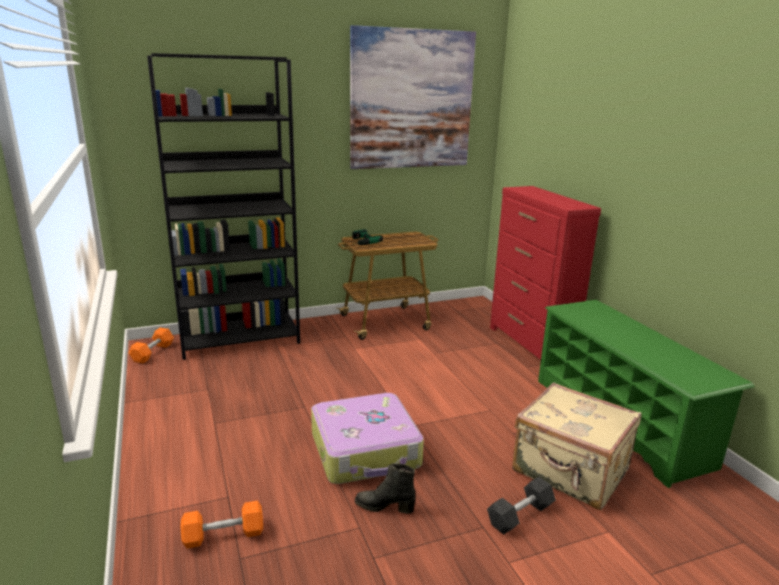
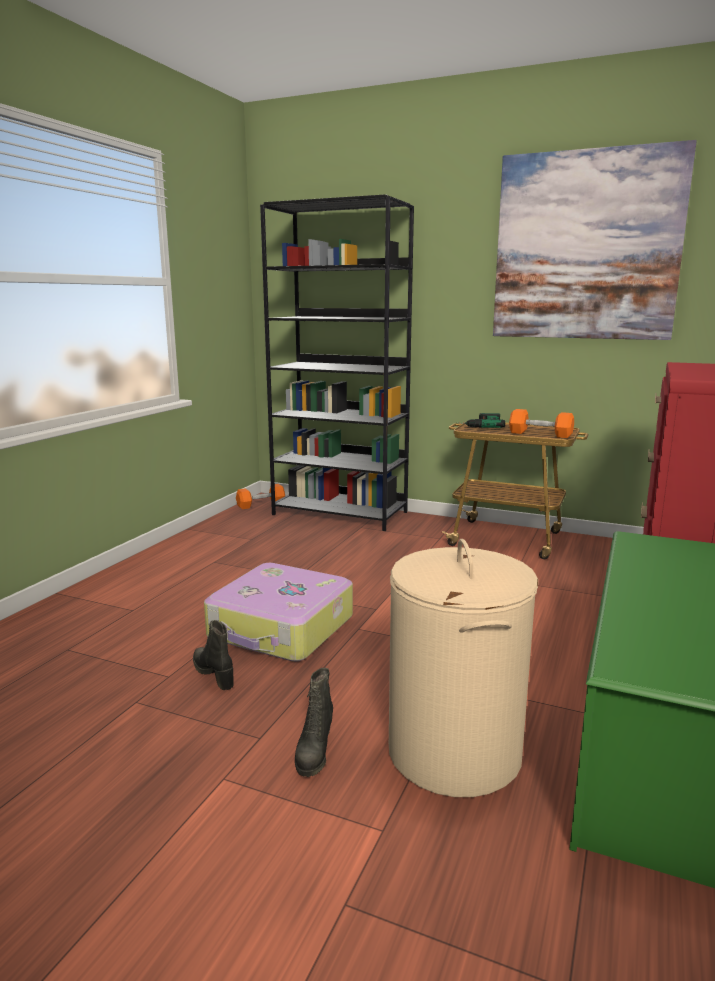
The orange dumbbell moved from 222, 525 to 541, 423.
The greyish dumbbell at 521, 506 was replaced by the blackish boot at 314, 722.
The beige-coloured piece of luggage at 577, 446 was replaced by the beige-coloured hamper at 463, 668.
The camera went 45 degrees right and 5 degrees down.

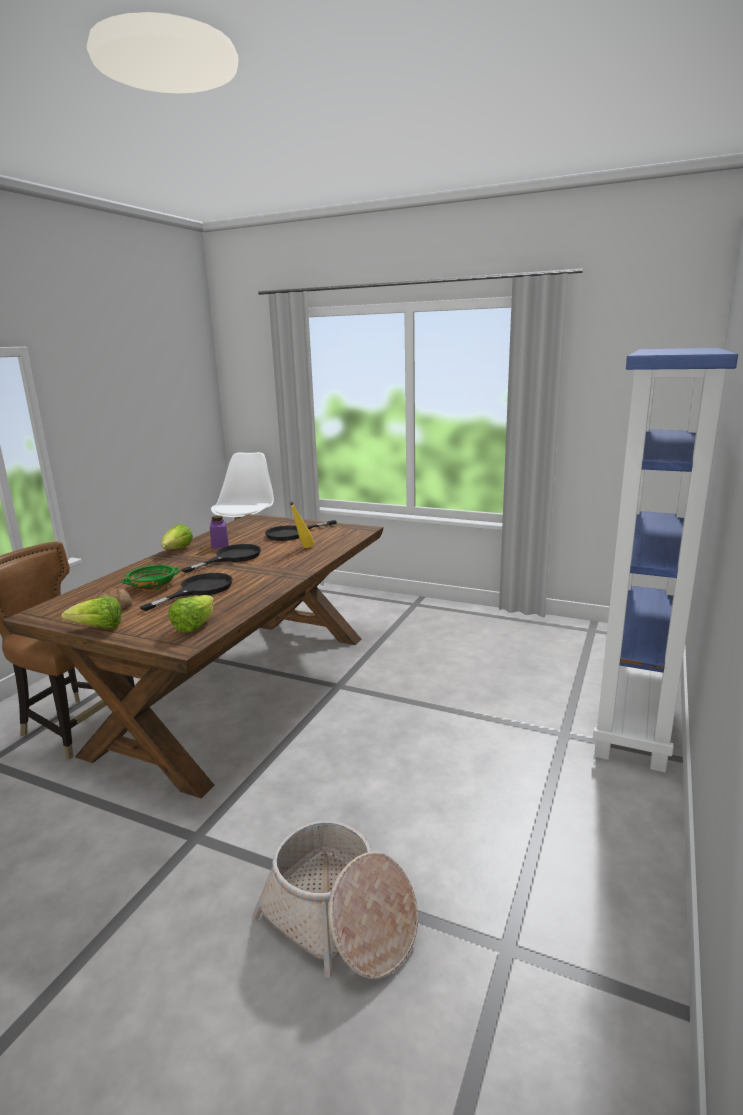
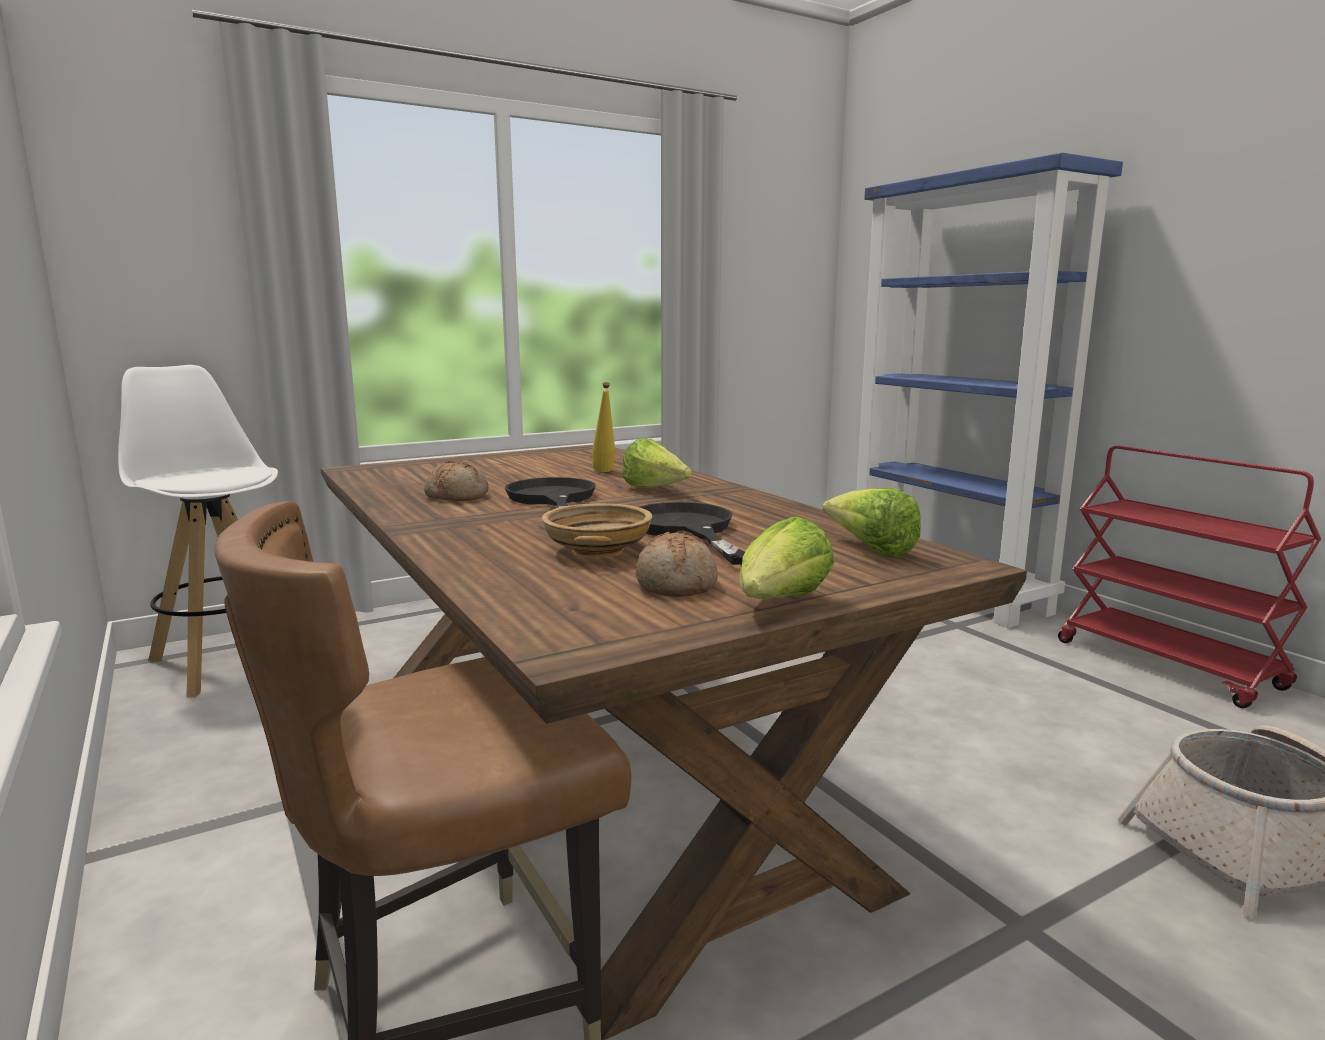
The green-coloured deep dish at 150, 578 became the beige-coloured deep dish at 597, 530.
The head of lettuce moved from 177, 536 to 657, 463.
The purplish jar at 219, 532 was replaced by the baked bread at 456, 481.
The blackish skillet at 301, 530 disappeared.
The red cart at 1189, 577 appeared.
The camera went 55 degrees left and 5 degrees down.

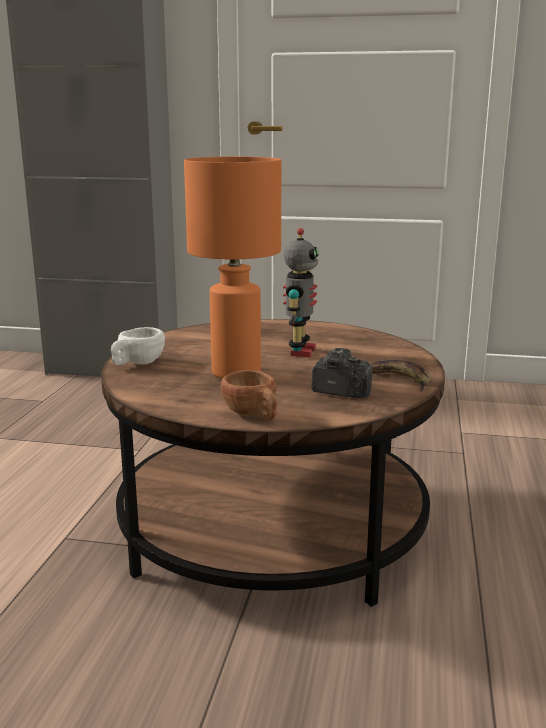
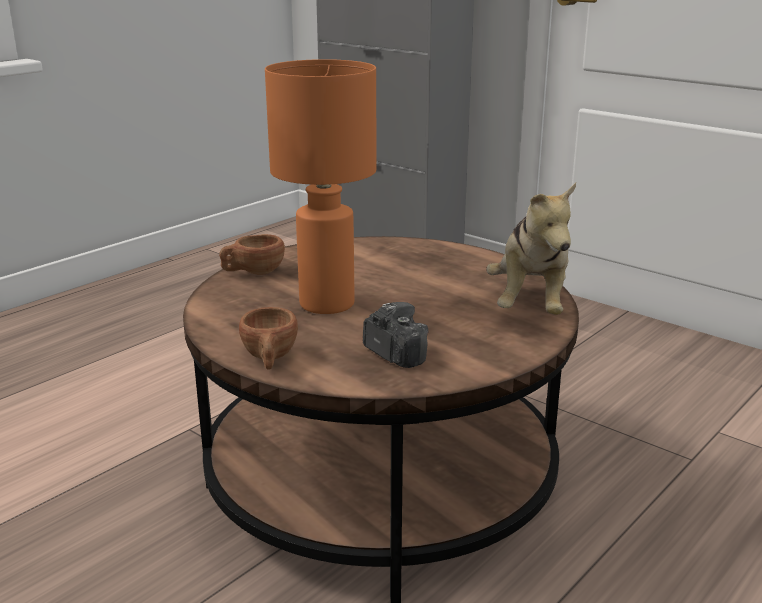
The white drinking cup at 138, 346 became the brown drinking cup at 252, 254.
The robot figure at 301, 292 disappeared.
The banana fruit at 401, 376 disappeared.
The plush toy at 531, 249 appeared.
The camera went 30 degrees right and 5 degrees up.

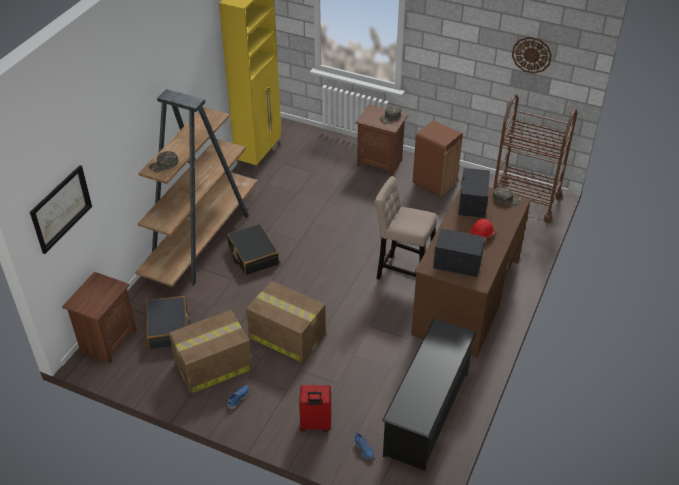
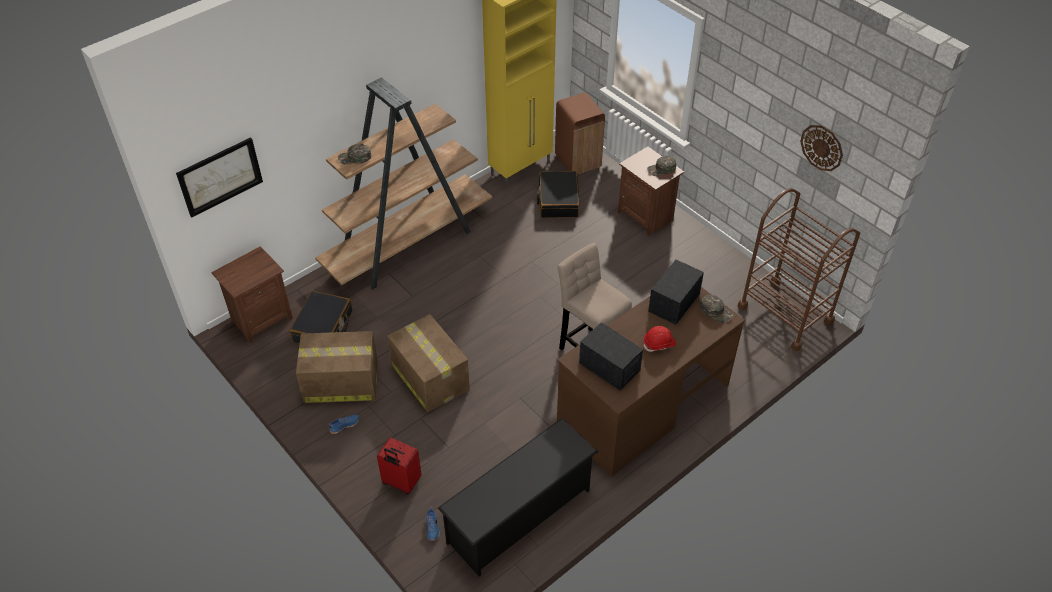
The blackish piece of luggage moved from 253, 249 to 558, 194.
The brown rubbish bin moved from 438, 158 to 580, 134.
The camera went 25 degrees right and 5 degrees up.

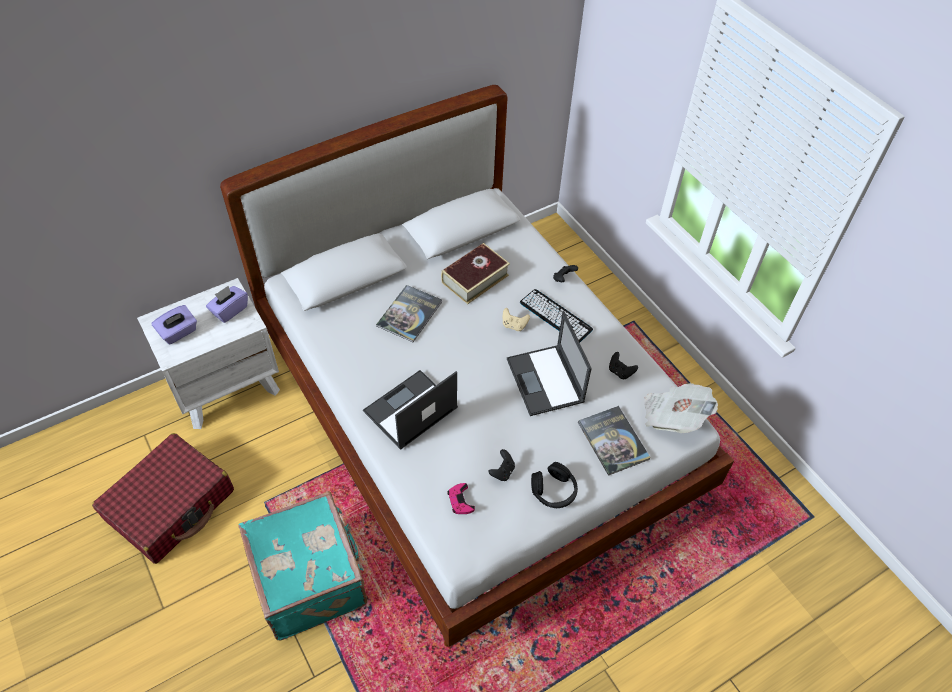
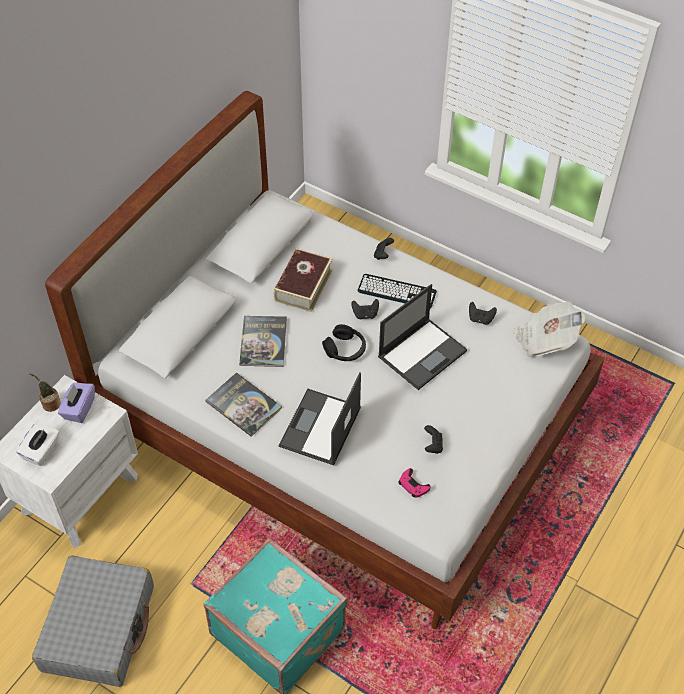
The red piece of luggage at 163, 498 became the greyish piece of luggage at 93, 621.
The purplish tissue box at 174, 325 became the white tissue box at 37, 443.
The beige-coloured gamepad at 516, 319 became the blackish gamepad at 365, 309.
The laptop at 549, 363 turned 90 degrees counterclockwise.
The blackish headphones moved from 554, 485 to 344, 342.
The volume moved from 614, 441 to 243, 404.
The houseplant at 45, 392 appeared.
The camera went 25 degrees left and 0 degrees up.

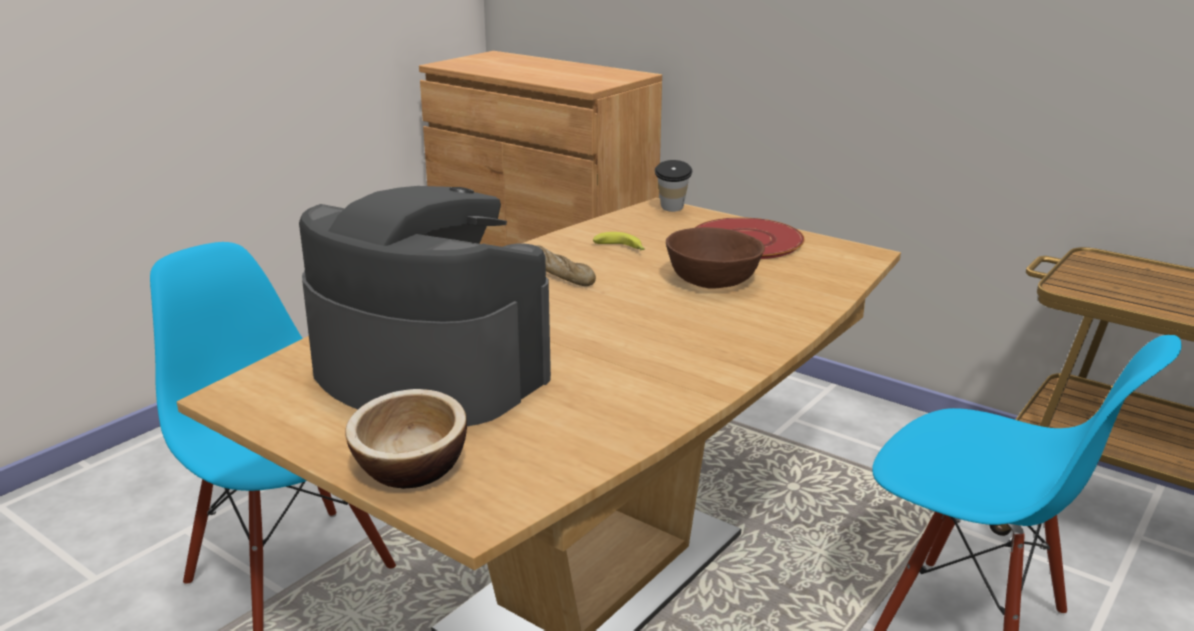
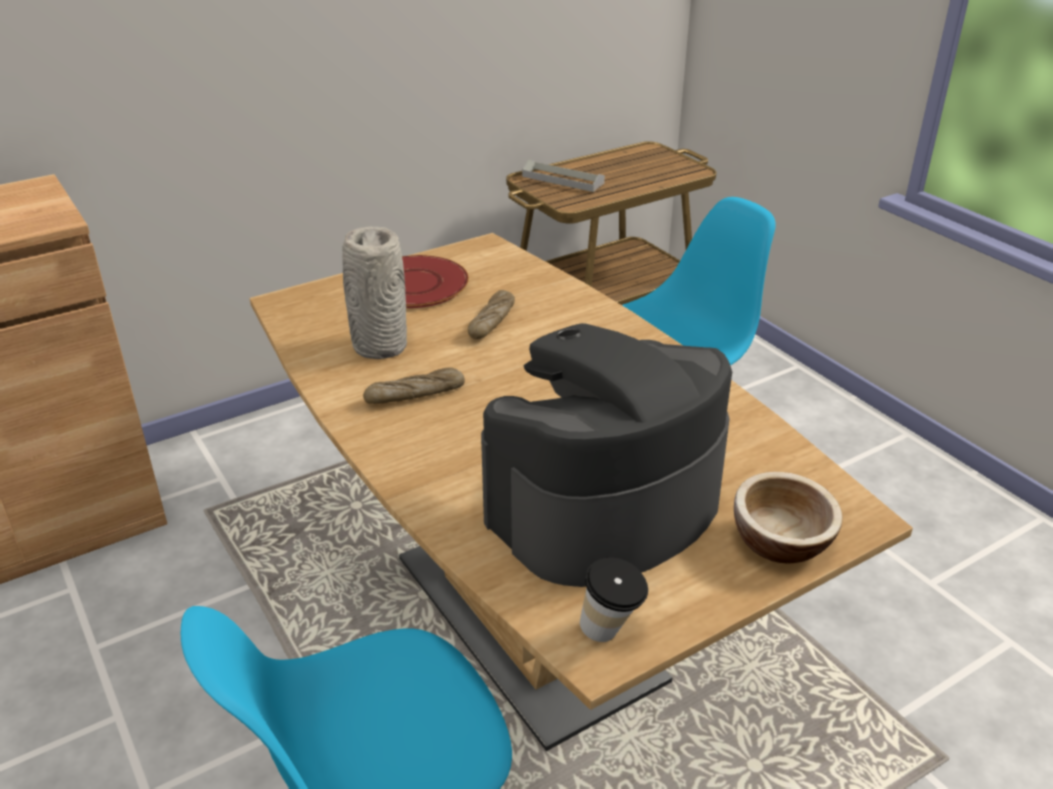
The banana fruit at 619, 241 was replaced by the greyish vase at 374, 293.
The drinking cup moved from 673, 186 to 614, 600.
The brown deep dish at 715, 257 was replaced by the baked bread at 491, 314.
The greyish carrying tray at 563, 175 appeared.
The camera went 70 degrees left and 10 degrees up.

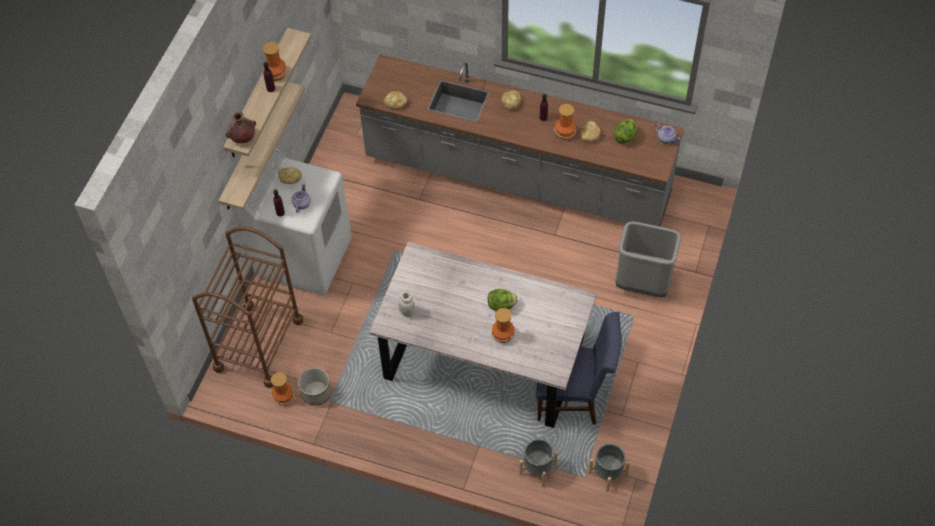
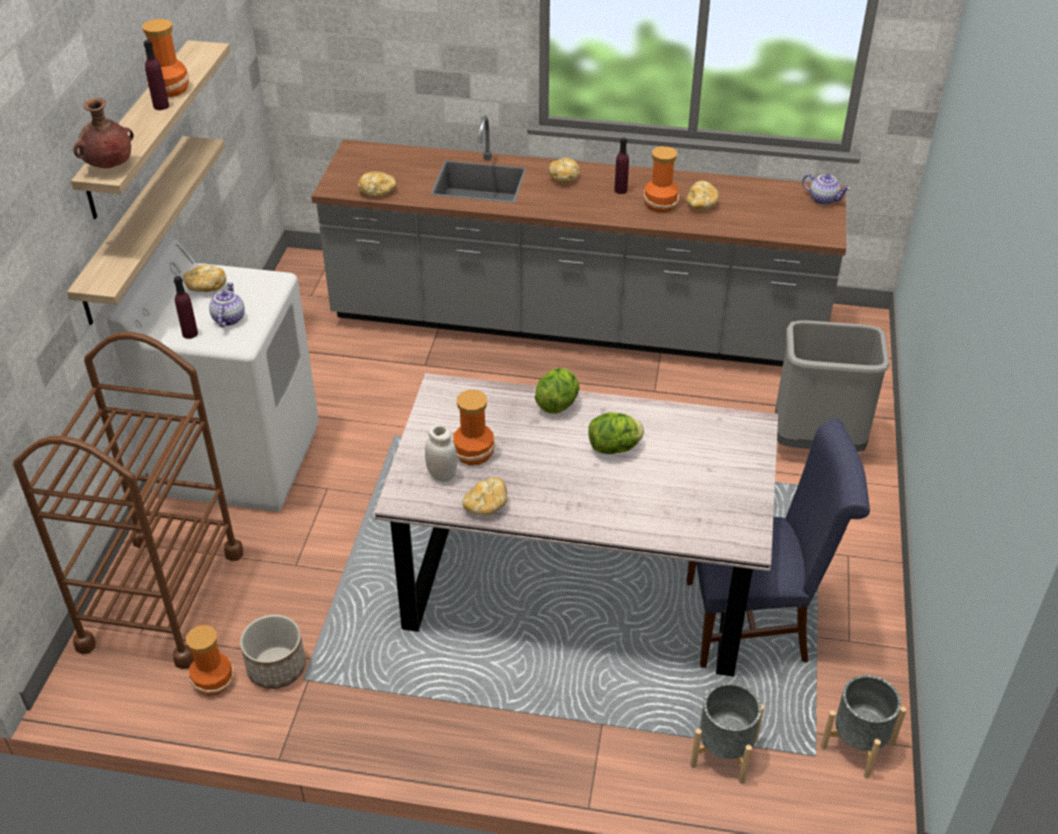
The vase moved from 503, 325 to 474, 427.
The head of lettuce moved from 625, 131 to 557, 391.
The baked bread at 484, 496 appeared.
The camera went 10 degrees left and 15 degrees down.

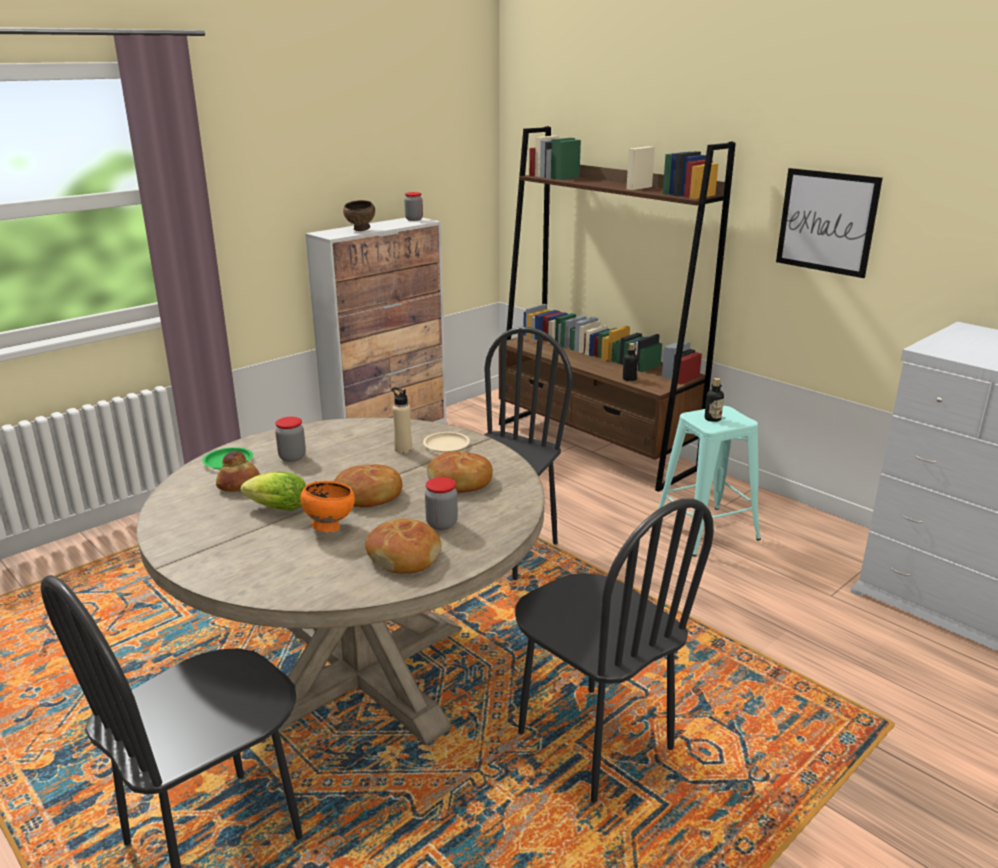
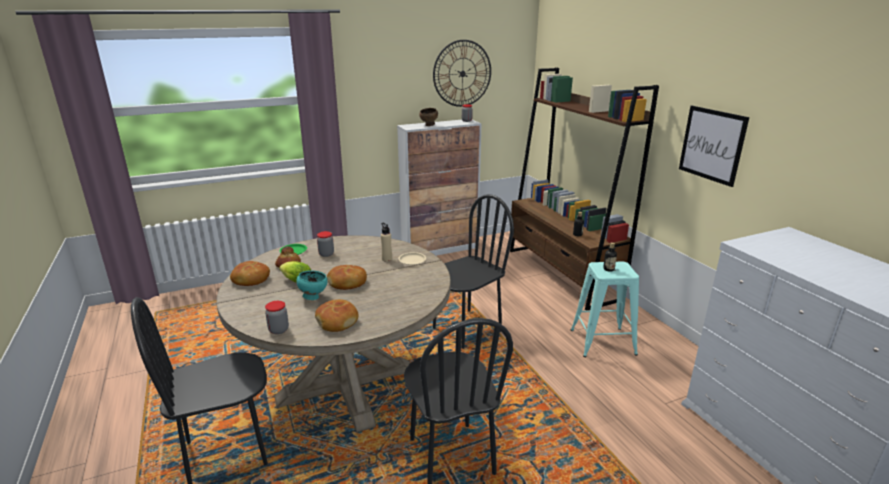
The orange deep dish at 327, 506 became the blue-green deep dish at 312, 285.
The jar moved from 441, 503 to 277, 317.
The baked bread moved from 460, 471 to 250, 273.
The clock on the wall at 462, 73 appeared.
The camera went 20 degrees right and 0 degrees up.

